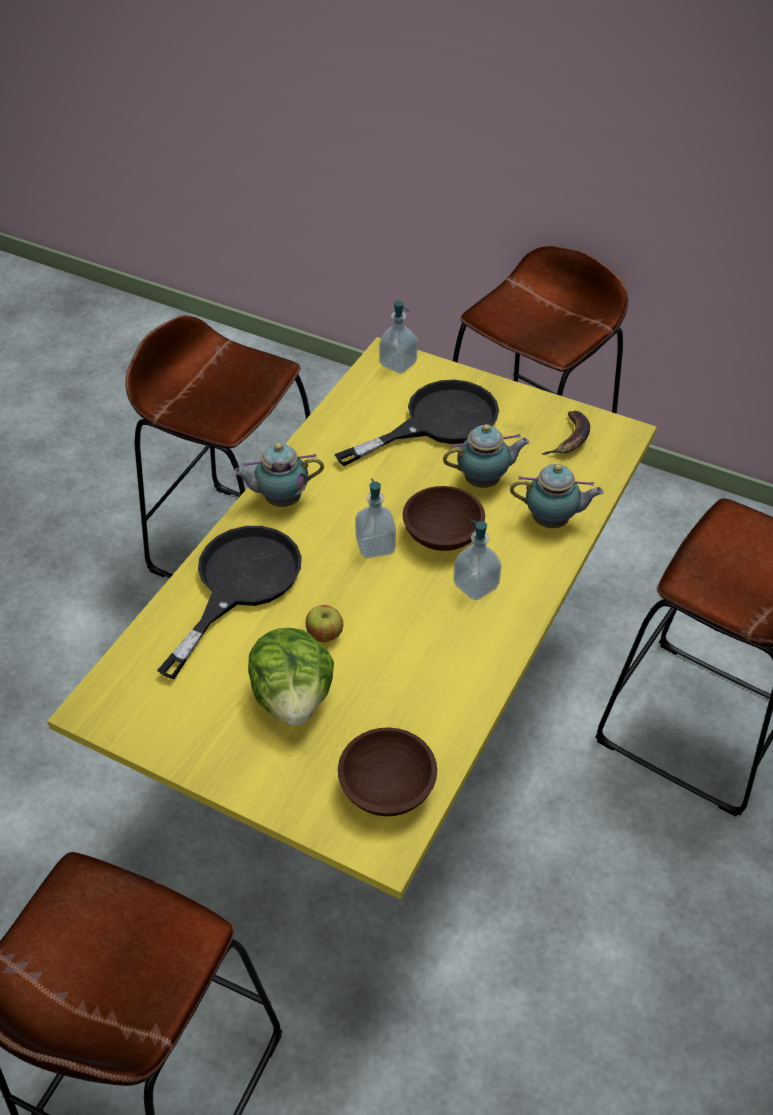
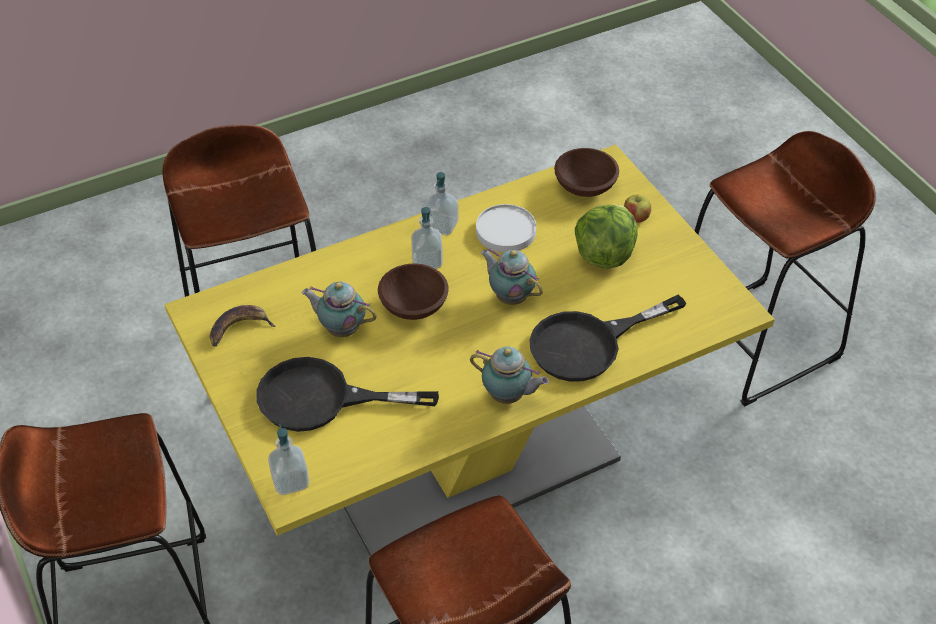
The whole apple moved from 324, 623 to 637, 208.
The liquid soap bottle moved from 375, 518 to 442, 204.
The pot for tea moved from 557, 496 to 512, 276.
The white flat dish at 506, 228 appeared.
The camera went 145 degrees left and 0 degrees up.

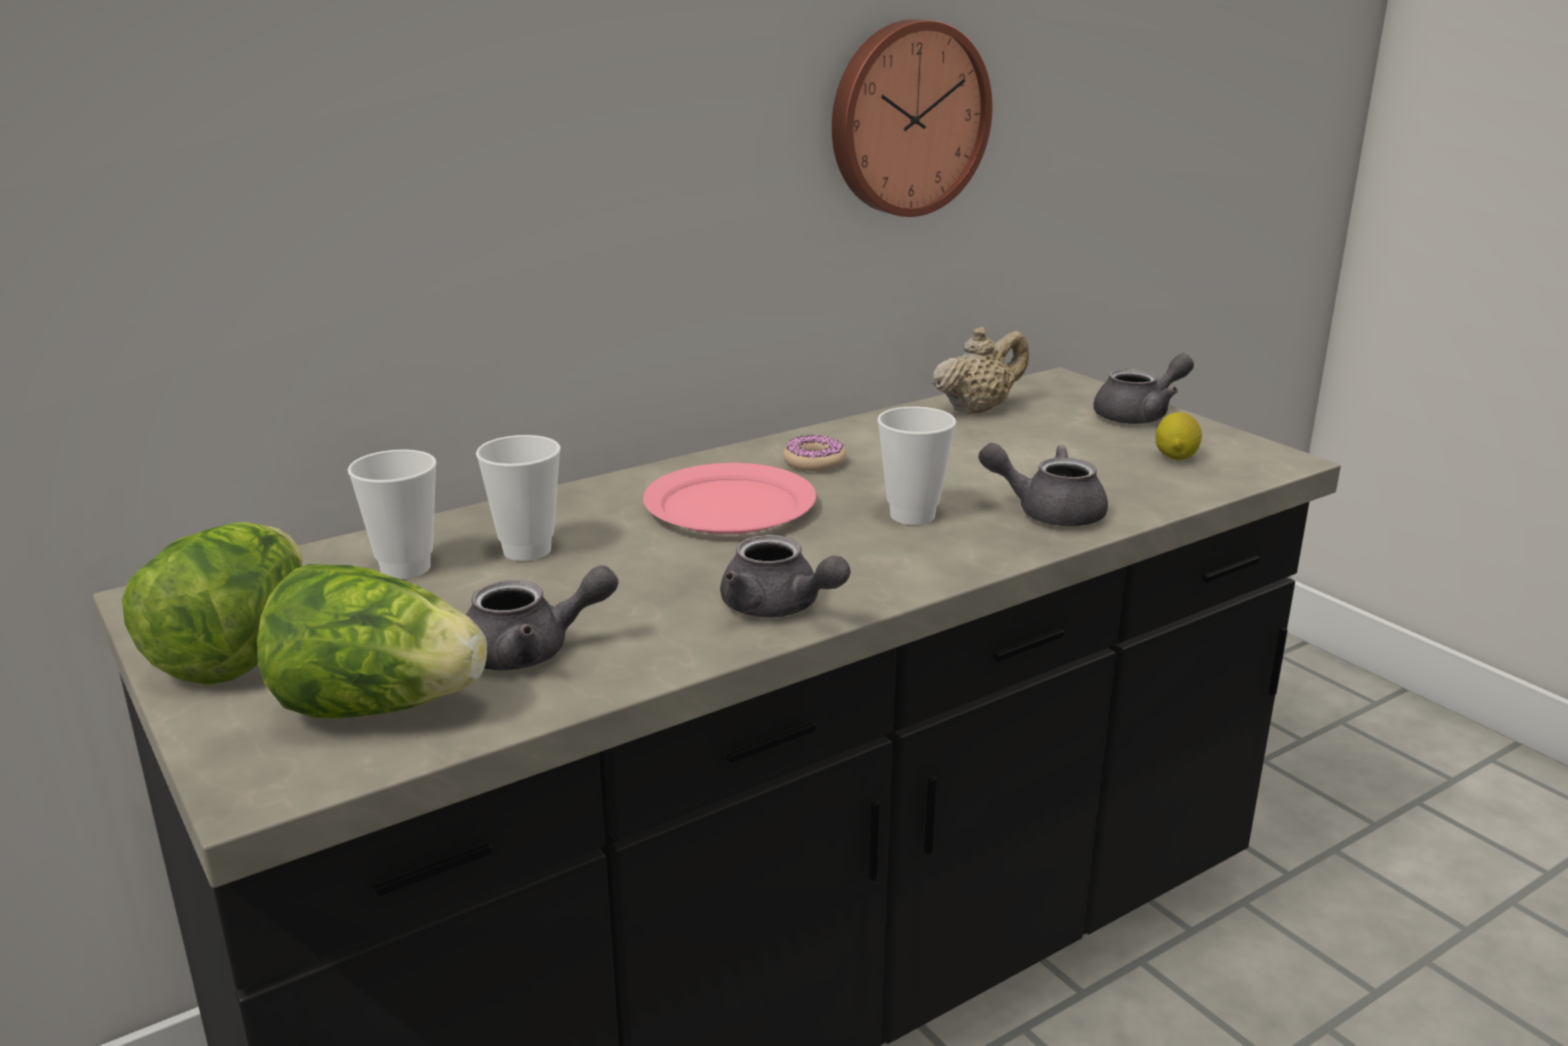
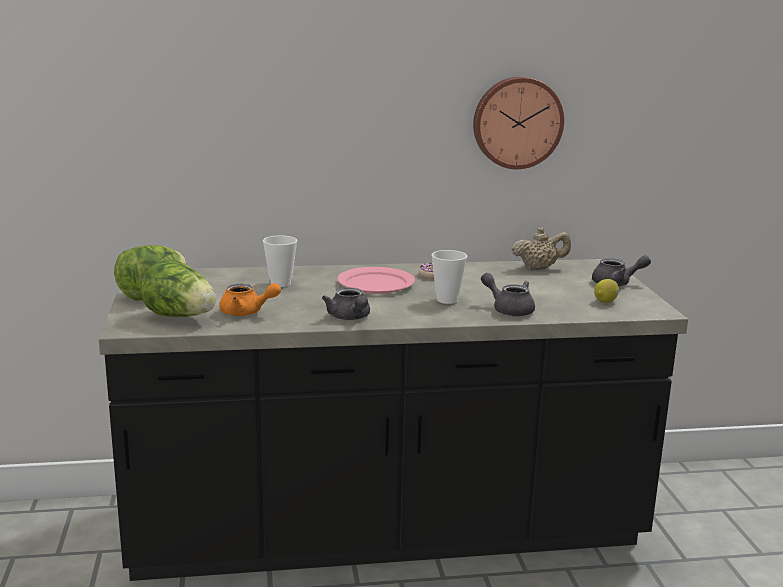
The drinking cup at 392, 514 disappeared.
The greyish pot for tea at 542, 617 became the orange pot for tea at 250, 299.
The camera went 25 degrees right and 5 degrees down.

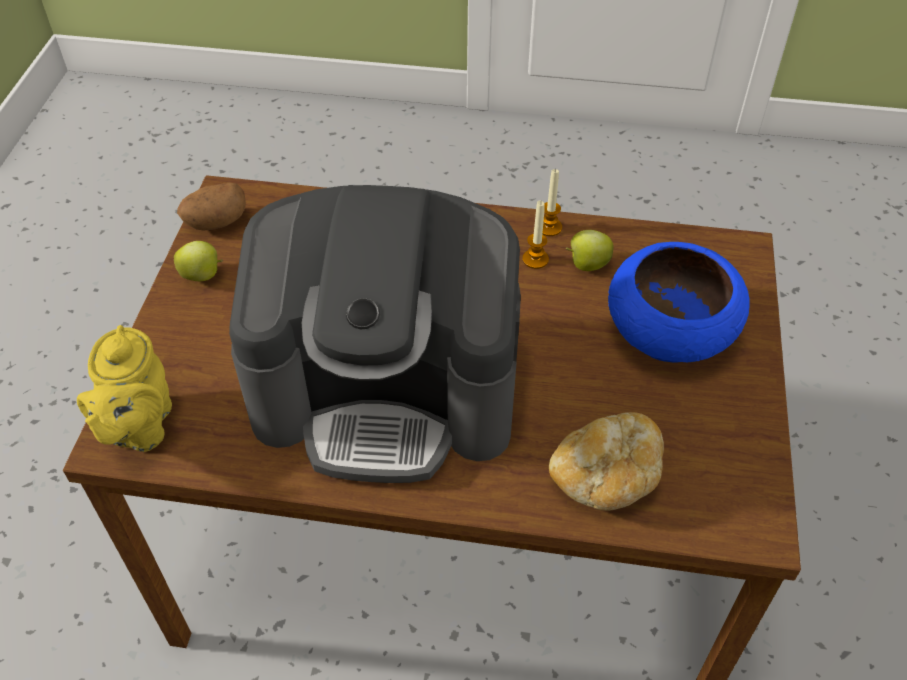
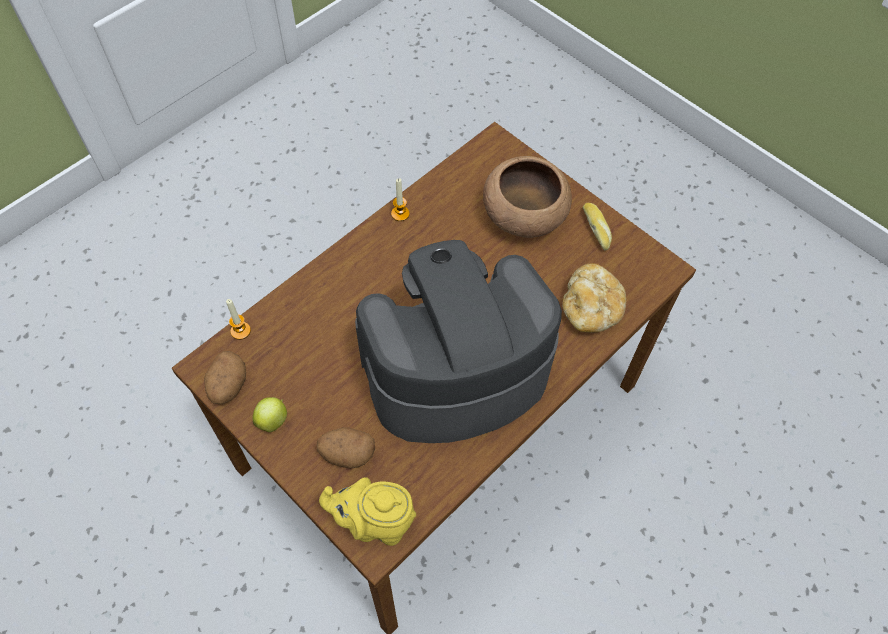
The yellow-coloured pot for tea at 124, 388 turned 150 degrees clockwise.
The coffee machine at 375, 334 turned 150 degrees counterclockwise.
The wax light moved from 535, 235 to 238, 319.
The whole apple at 590, 250 disappeared.
The blue deep dish at 678, 302 became the brown deep dish at 527, 197.
The whole potato at 346, 447 appeared.
The baked bread at 597, 226 appeared.
The camera went 55 degrees left and 10 degrees up.

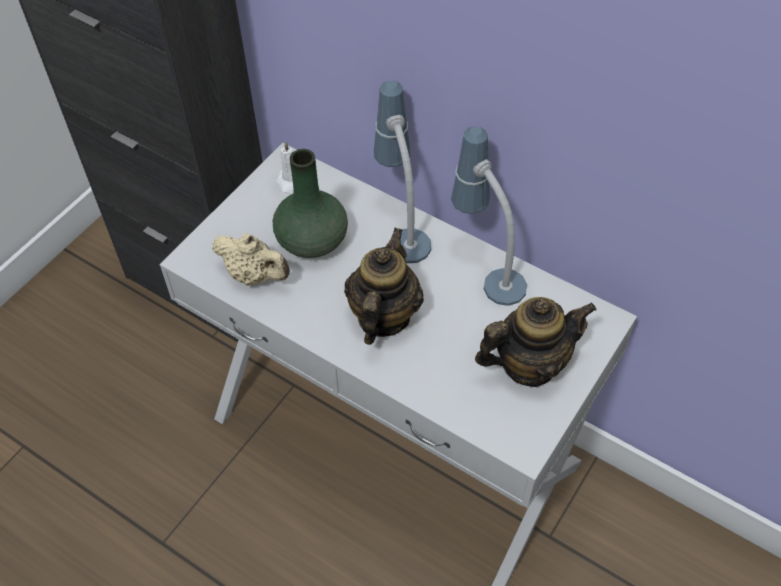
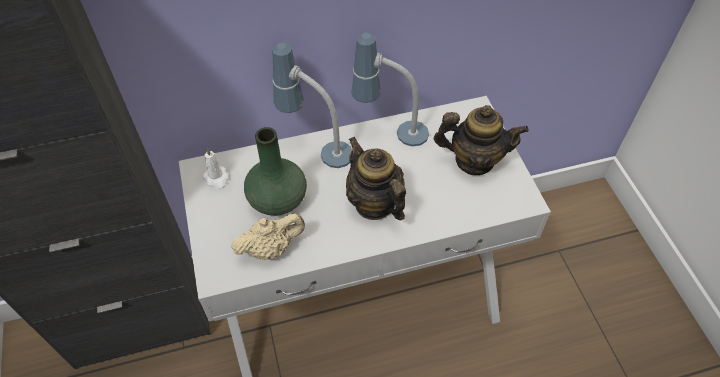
The pot for tea at 536, 342 turned 75 degrees clockwise.
The camera went 50 degrees left and 0 degrees up.

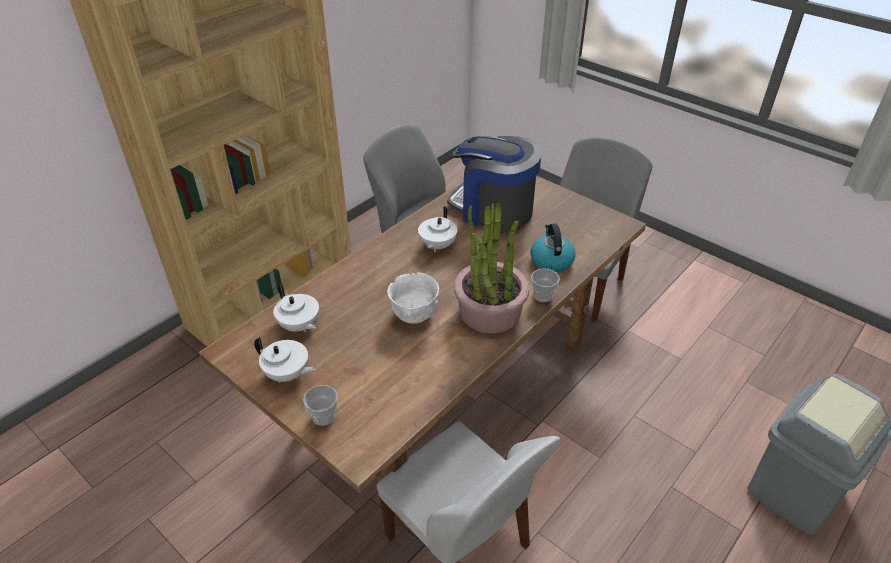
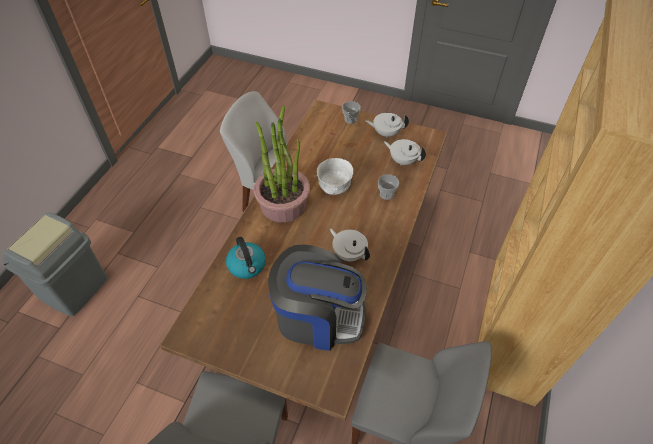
The white pot for tea at 437, 229 turned 45 degrees counterclockwise.
The drinking cup moved from 545, 285 to 388, 187.
The camera went 160 degrees right and 10 degrees up.

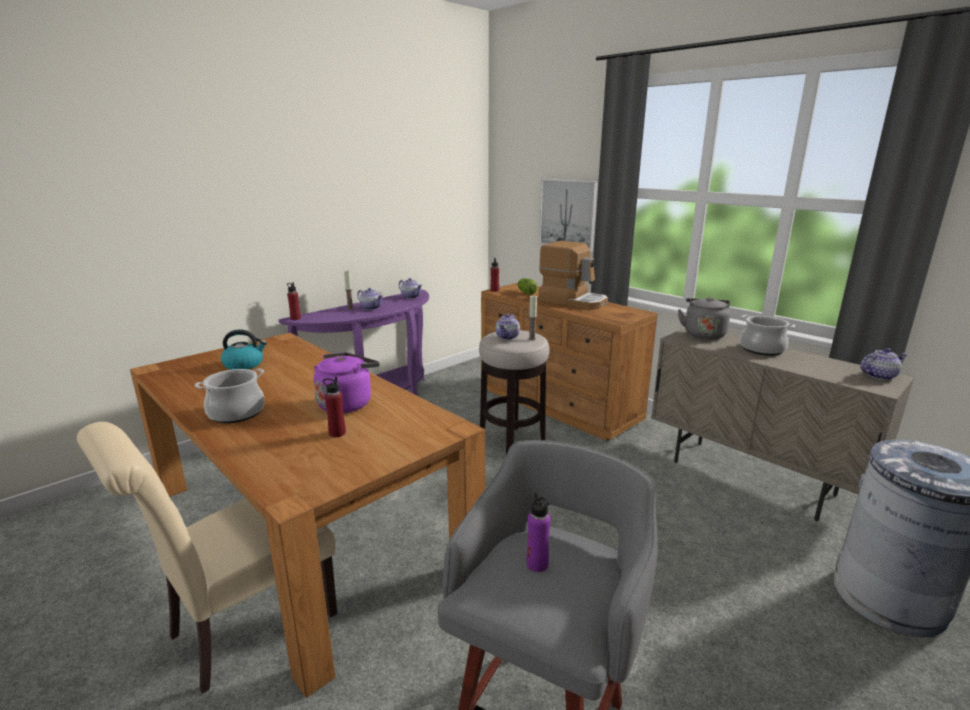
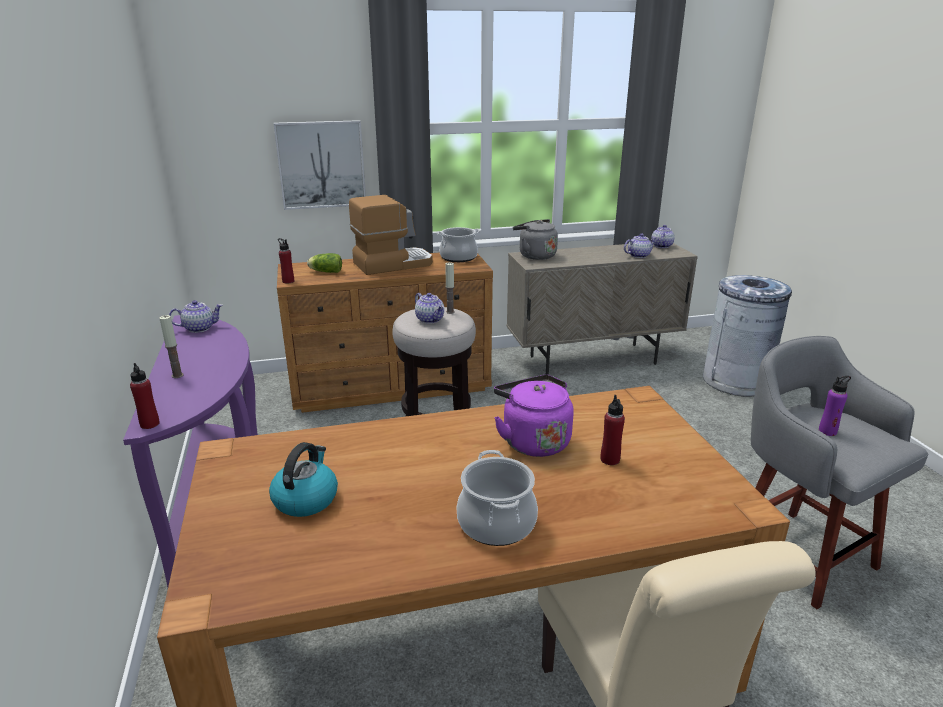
The pot for tea moved from 370, 299 to 640, 246.
The stockpot moved from 767, 335 to 458, 244.
The camera went 60 degrees left and 5 degrees up.

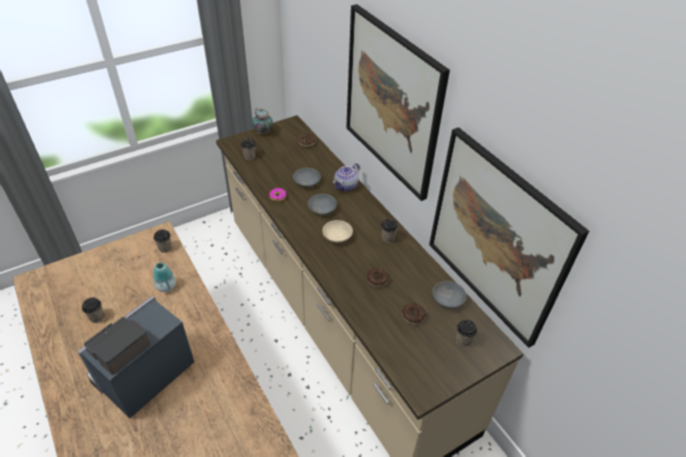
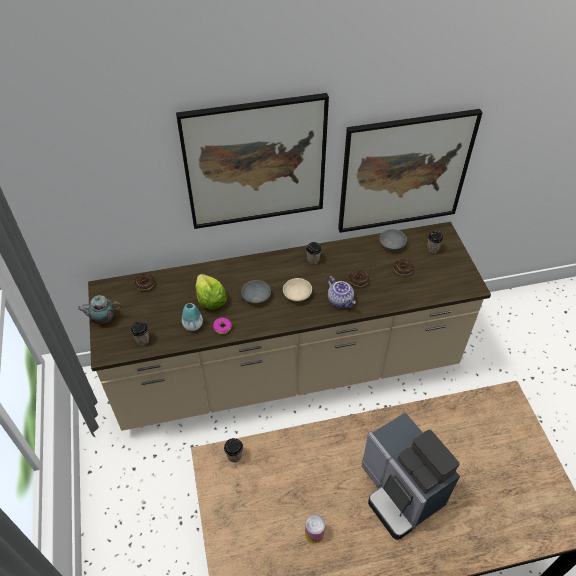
The drinking cup at 93, 310 was replaced by the can at 315, 528.
The vase moved from 164, 277 to 192, 317.
The greyish deep dish at 307, 178 was replaced by the head of lettuce at 211, 292.
The pot for tea moved from 346, 177 to 341, 292.
The camera went 70 degrees left and 5 degrees up.

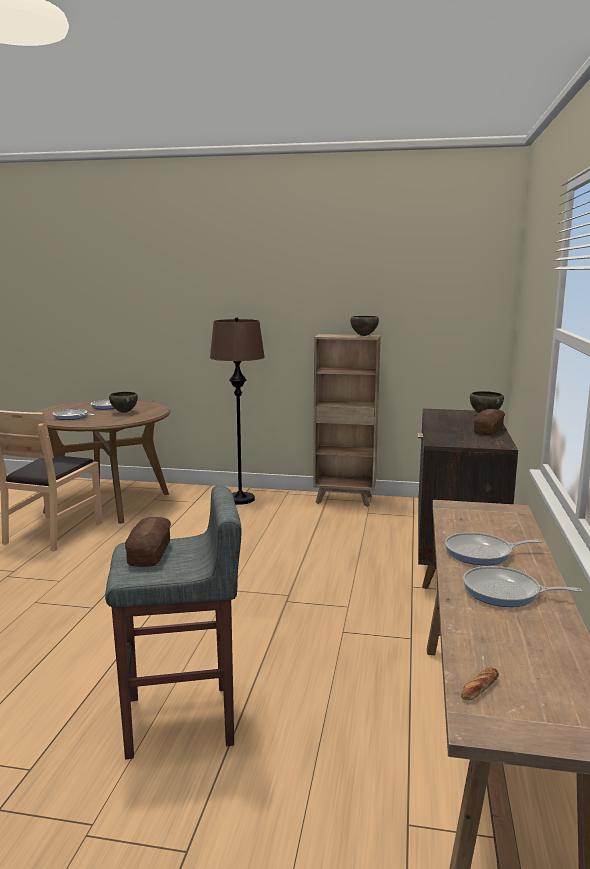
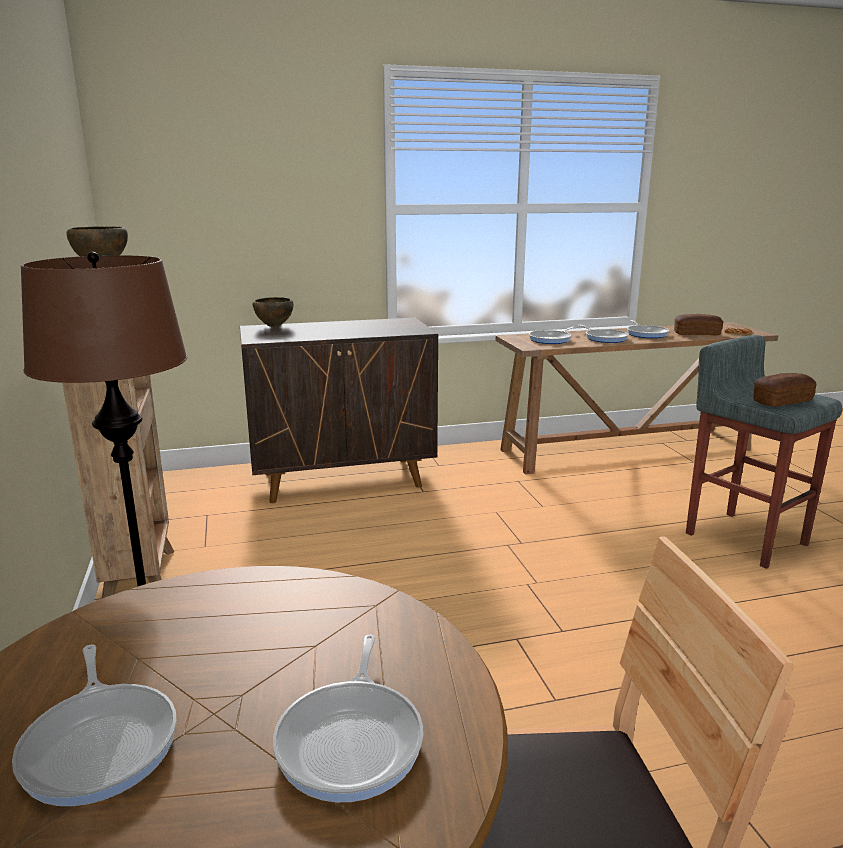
The brown deep dish at 123, 402 disappeared.
The baked bread moved from 489, 422 to 698, 324.
The skillet at 552, 335 appeared.
The camera went 115 degrees left and 5 degrees up.

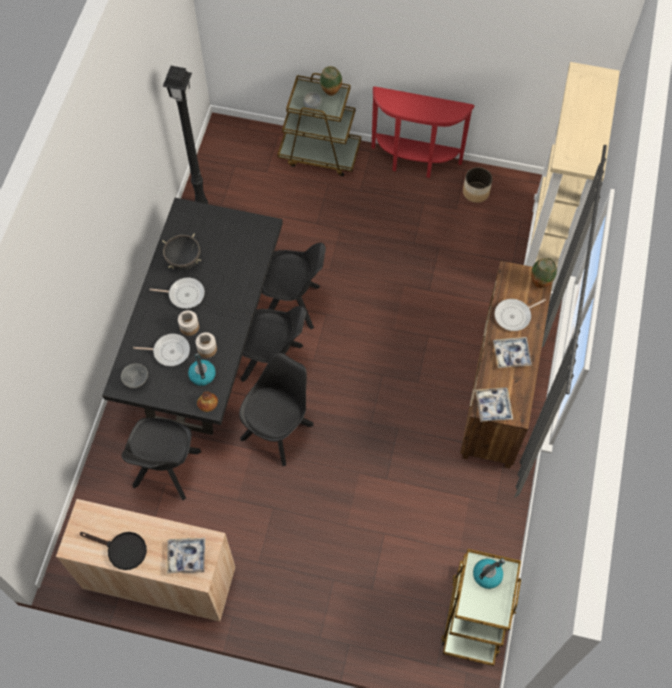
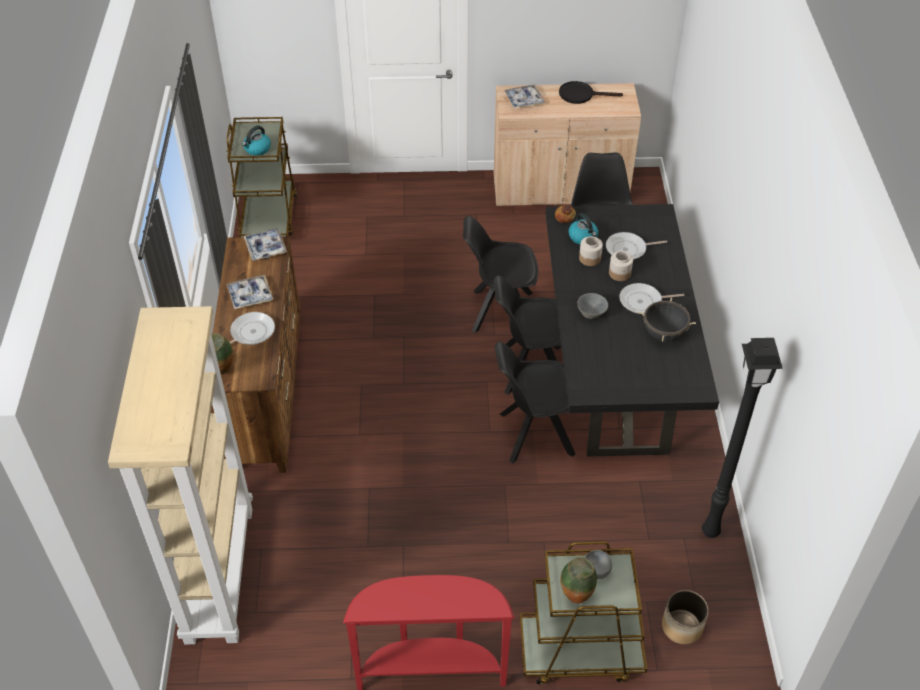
The greyish deep dish moved from 134, 376 to 592, 306.
The blackish plain chair at 276, 410 turned 75 degrees clockwise.
The planter moved from 477, 185 to 685, 617.
The camera went 165 degrees right and 15 degrees down.

